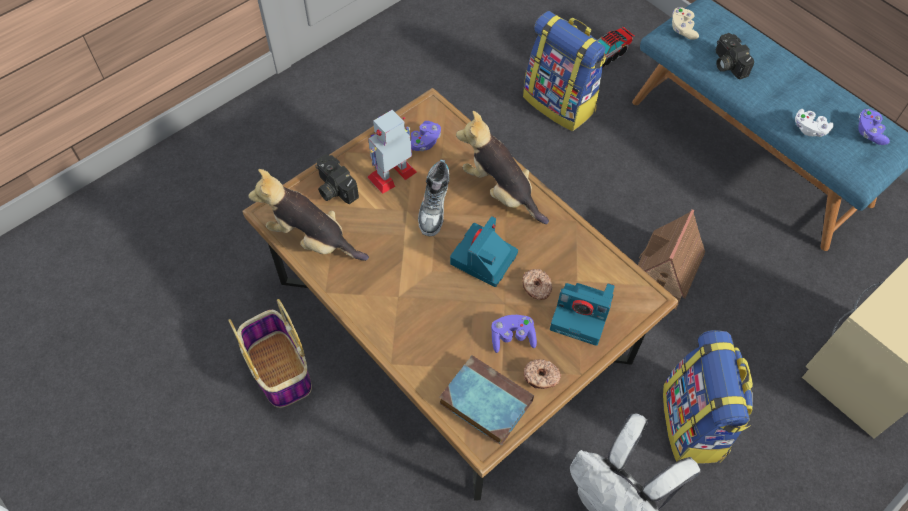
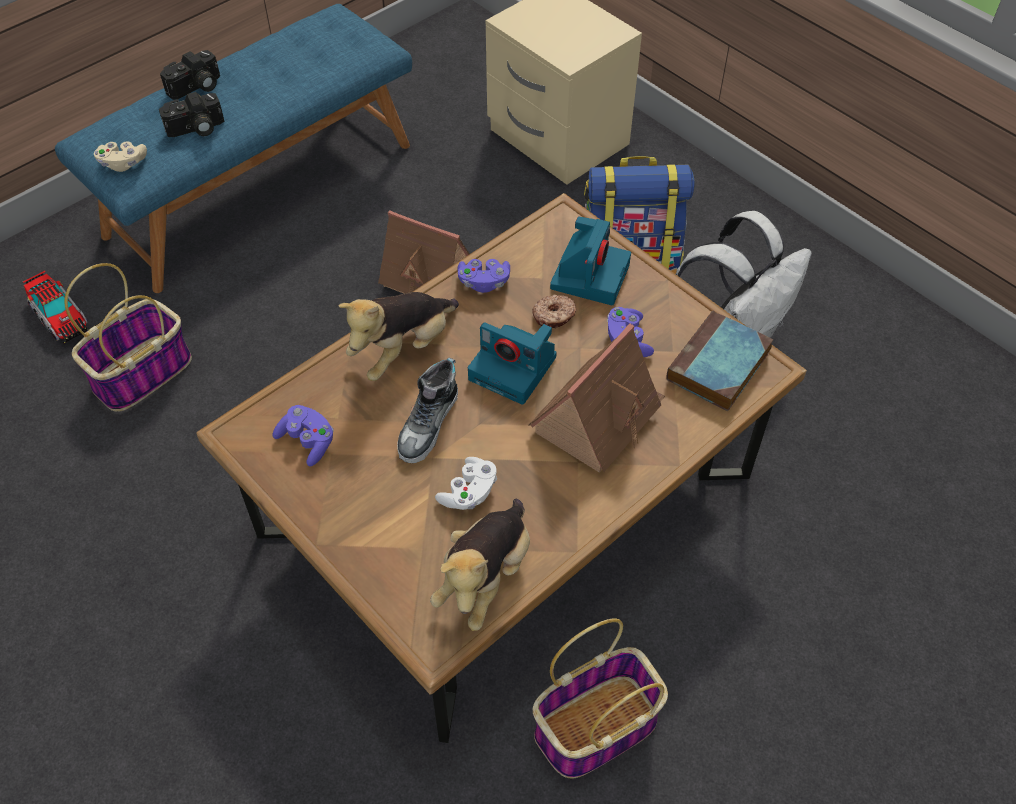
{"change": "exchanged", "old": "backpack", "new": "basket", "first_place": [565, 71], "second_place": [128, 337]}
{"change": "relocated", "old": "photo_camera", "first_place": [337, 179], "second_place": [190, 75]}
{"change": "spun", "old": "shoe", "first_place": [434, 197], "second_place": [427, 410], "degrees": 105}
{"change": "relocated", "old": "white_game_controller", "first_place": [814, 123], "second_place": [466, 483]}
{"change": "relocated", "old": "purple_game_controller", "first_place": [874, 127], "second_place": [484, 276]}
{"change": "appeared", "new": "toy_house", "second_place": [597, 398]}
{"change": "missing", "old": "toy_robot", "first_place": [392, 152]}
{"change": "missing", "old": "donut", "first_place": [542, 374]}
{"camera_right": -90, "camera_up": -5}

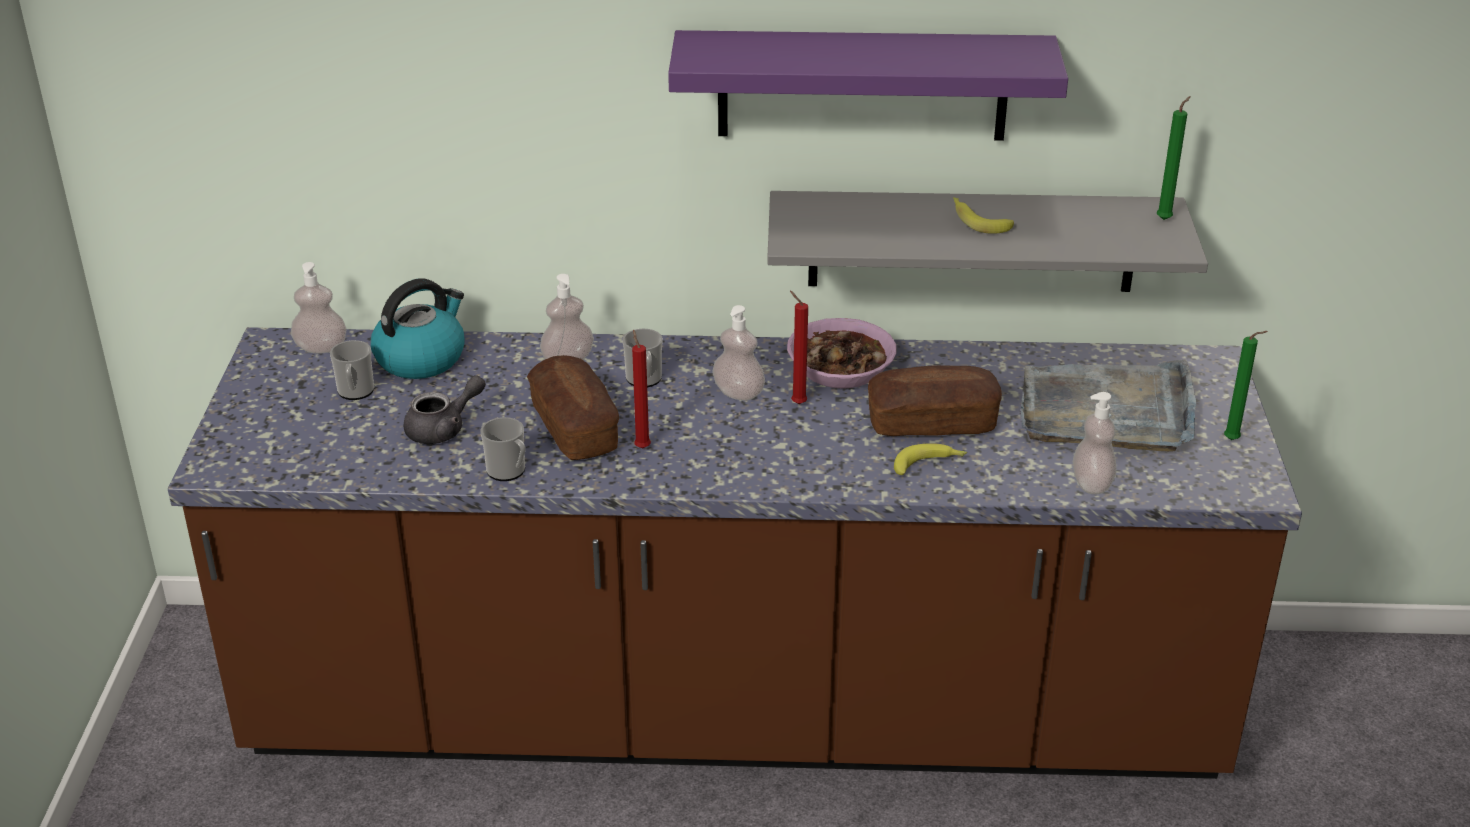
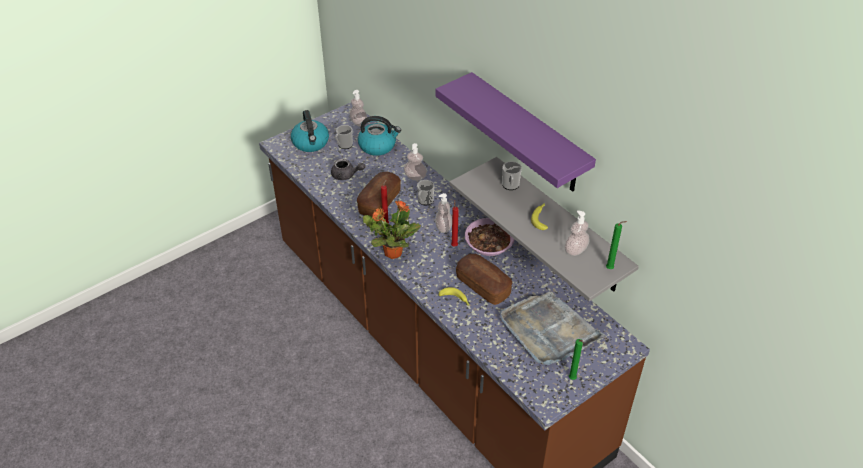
{"change": "appeared", "new": "kettle", "second_place": [310, 131]}
{"change": "appeared", "new": "potted_plant", "second_place": [392, 229]}
{"change": "relocated", "old": "mug", "first_place": [503, 449], "second_place": [512, 175]}
{"change": "relocated", "old": "soap_dispenser", "first_place": [1094, 443], "second_place": [576, 233]}
{"camera_right": 50, "camera_up": 10}

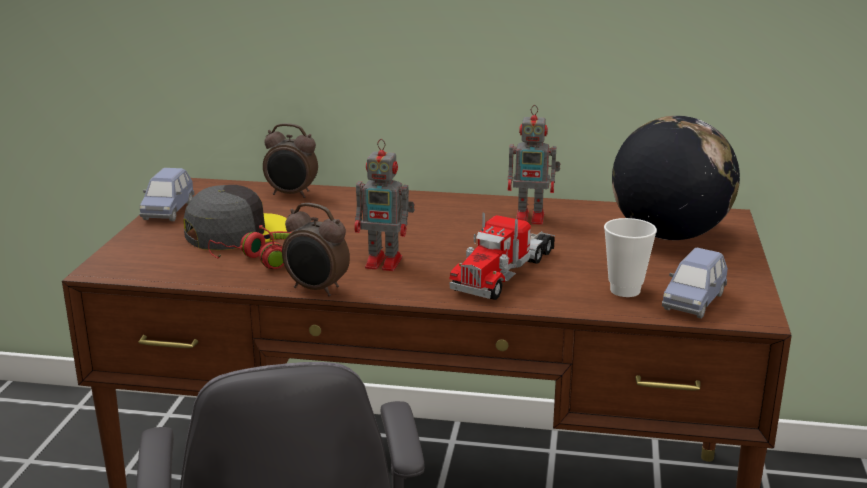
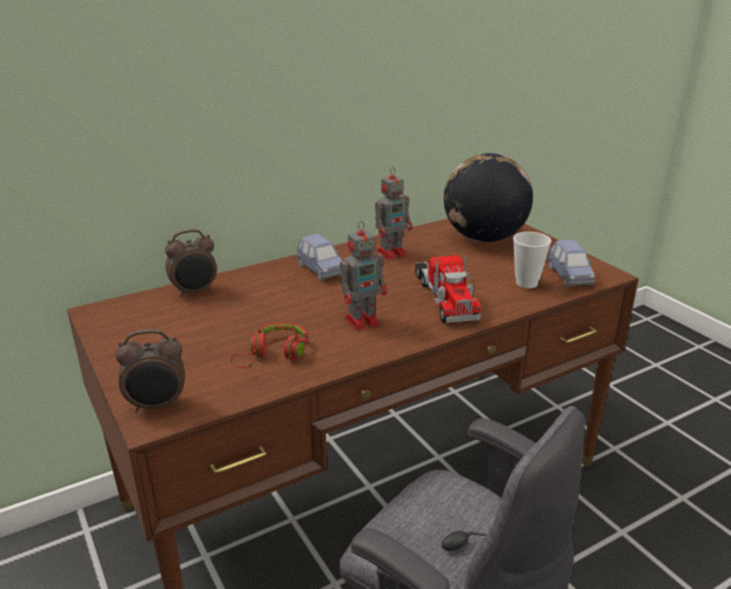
{"change": "relocated", "old": "alarm_clock", "first_place": [316, 249], "second_place": [150, 371]}
{"change": "relocated", "old": "blue_toy_car", "first_place": [167, 194], "second_place": [319, 257]}
{"change": "missing", "old": "grey_cap", "first_place": [235, 217]}
{"camera_right": -40, "camera_up": 5}

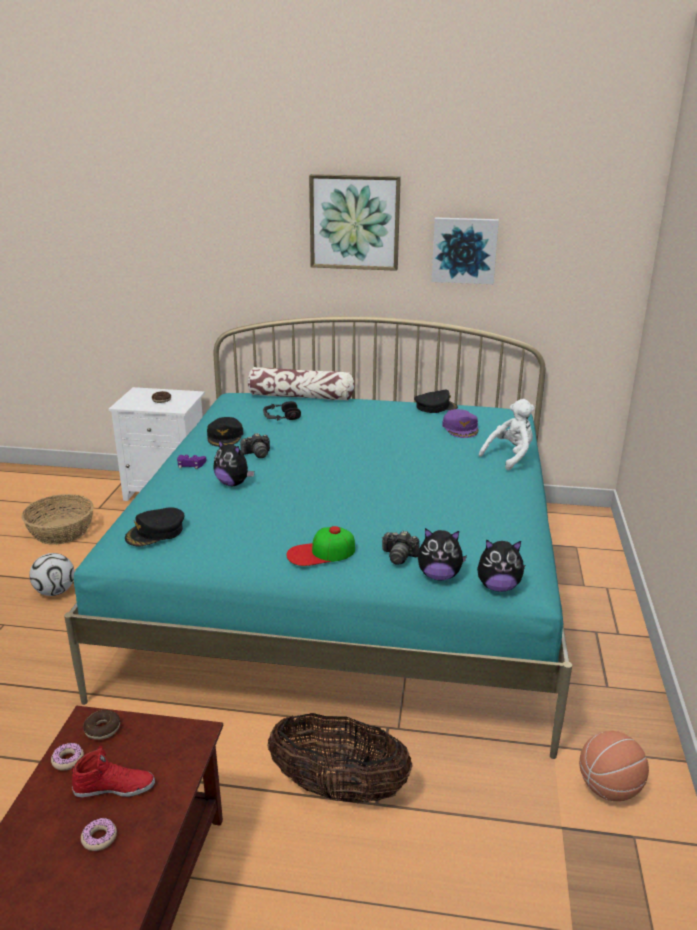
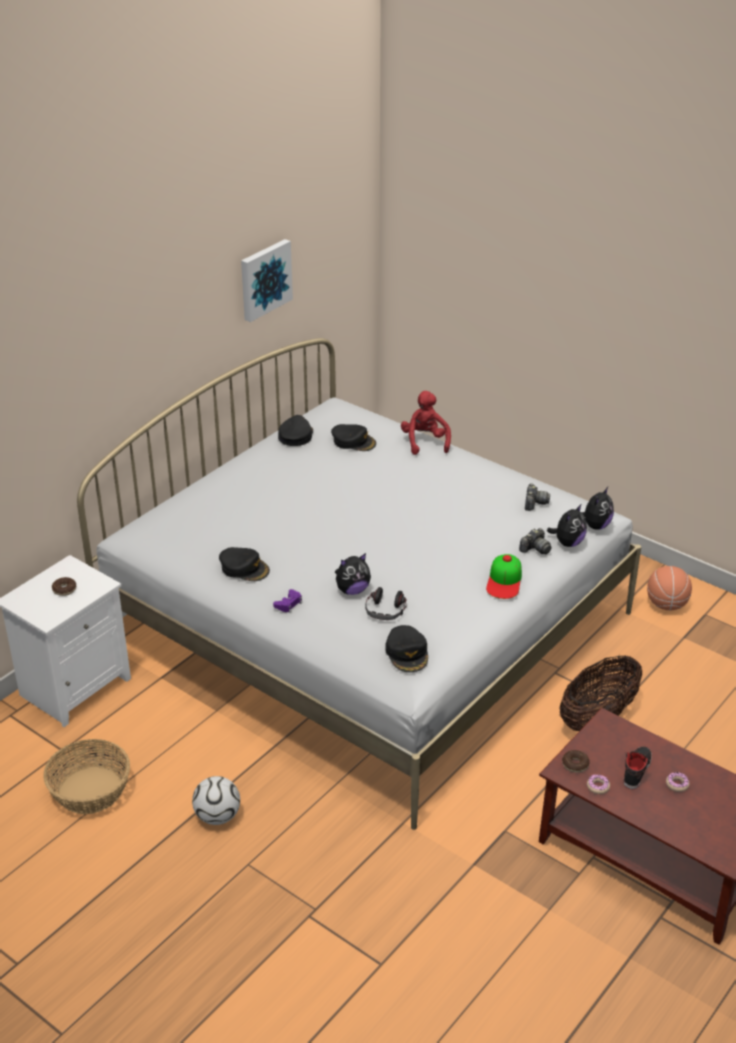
{"change": "colour", "old": "turquoise_bed", "new": "white_bed", "first_place": [318, 537], "second_place": [359, 584]}
{"change": "colour", "old": "purple_cap", "new": "black_cap", "first_place": [460, 423], "second_place": [353, 437]}
{"change": "relocated", "old": "headphones", "first_place": [282, 411], "second_place": [386, 603]}
{"change": "colour", "old": "white_plush_toy", "new": "red_plush_toy", "first_place": [506, 434], "second_place": [426, 423]}
{"change": "relocated", "old": "photo_camera", "first_place": [255, 445], "second_place": [537, 497]}
{"change": "colour", "old": "red_shoe", "new": "black_shoe", "first_place": [113, 772], "second_place": [638, 768]}
{"change": "missing", "old": "pillow", "first_place": [301, 384]}
{"change": "missing", "old": "picture", "first_place": [355, 222]}
{"camera_right": -60, "camera_up": 10}

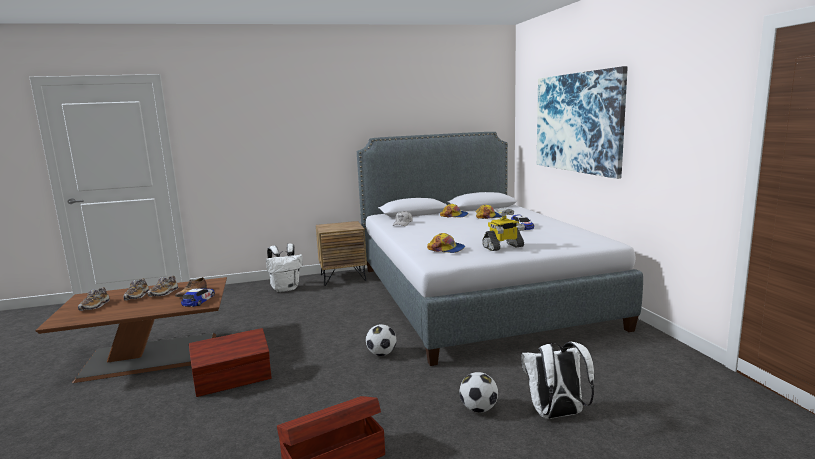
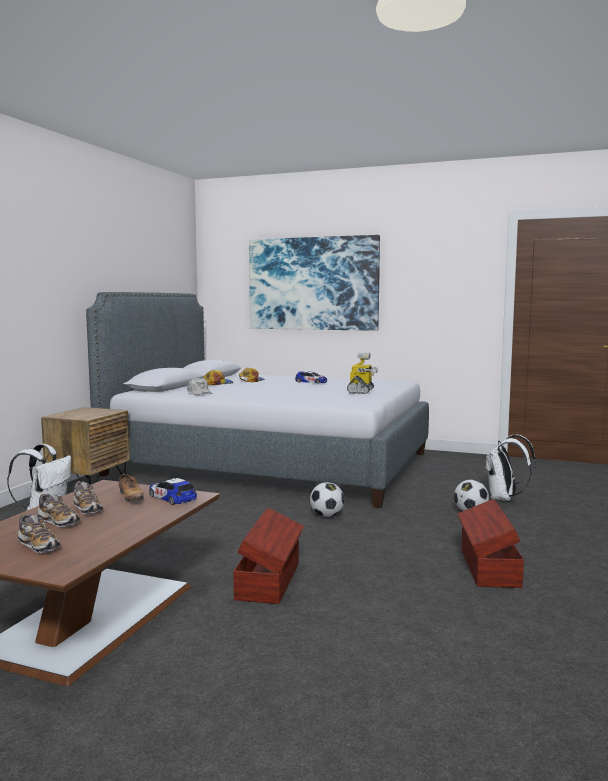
{"change": "missing", "old": "cap", "first_place": [446, 243]}
{"camera_right": -55, "camera_up": -5}

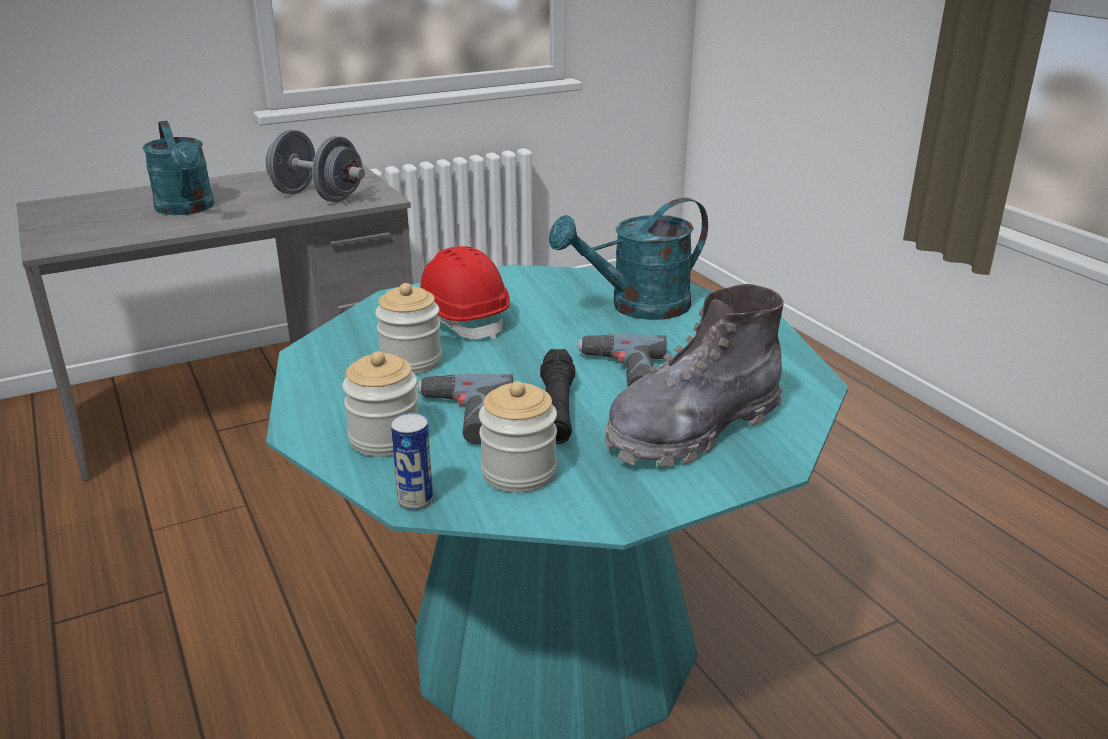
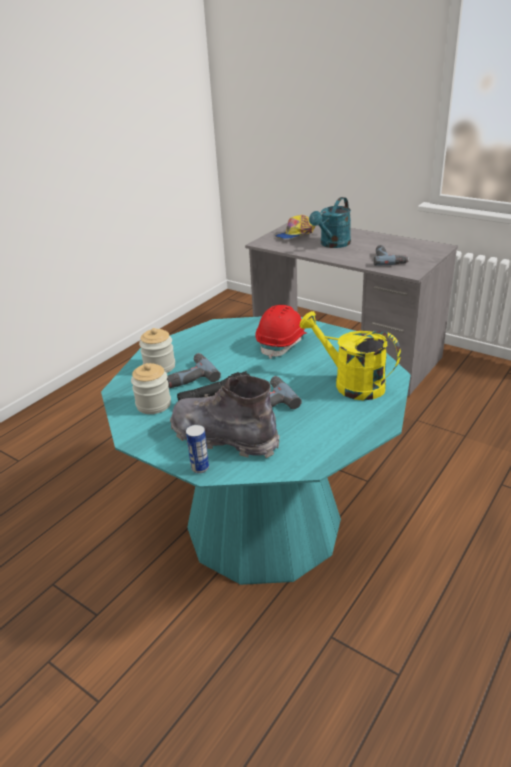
{"change": "relocated", "old": "can", "first_place": [412, 461], "second_place": [197, 449]}
{"change": "appeared", "new": "cap", "second_place": [295, 227]}
{"change": "colour", "old": "turquoise_watering_can", "new": "yellow_watering_can", "first_place": [628, 258], "second_place": [350, 355]}
{"change": "exchanged", "old": "grey_dumbbell", "new": "power_drill", "first_place": [315, 166], "second_place": [392, 255]}
{"change": "missing", "old": "jar", "first_place": [408, 328]}
{"camera_right": 65, "camera_up": 5}

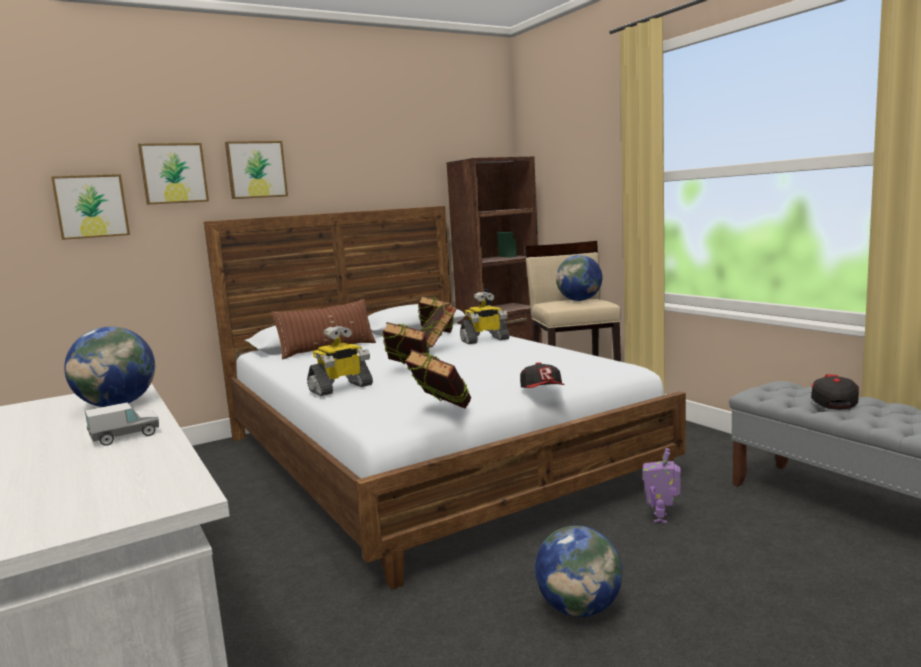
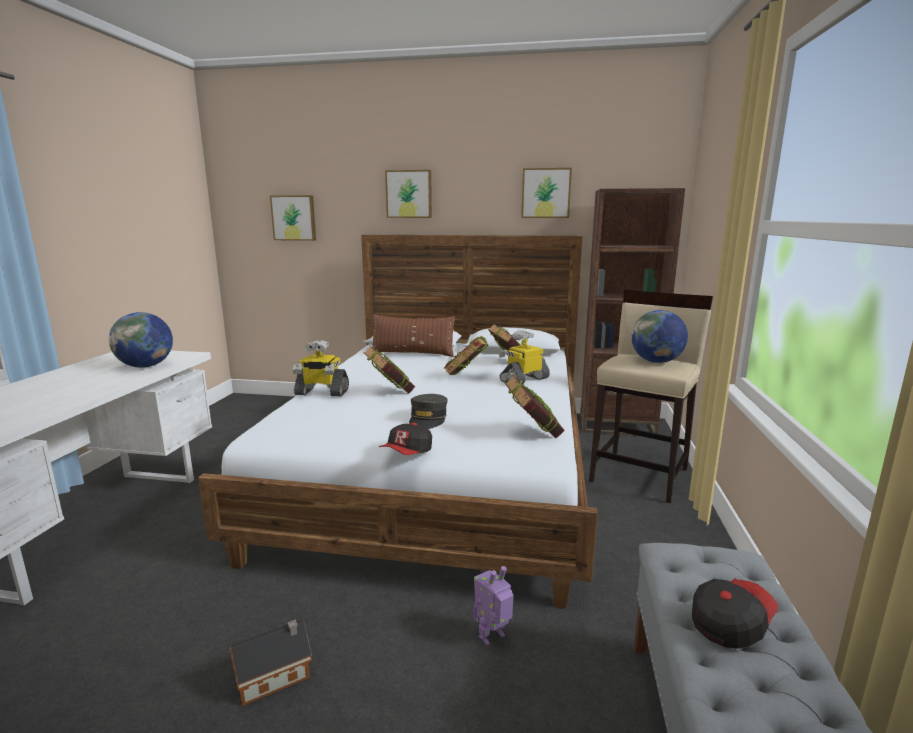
{"change": "exchanged", "old": "globe", "new": "toy_house", "first_place": [578, 571], "second_place": [271, 662]}
{"change": "appeared", "new": "grey_cap", "second_place": [428, 411]}
{"change": "spun", "old": "toy_robot", "first_place": [484, 318], "second_place": [524, 357], "degrees": 120}
{"change": "relocated", "old": "book", "first_place": [437, 379], "second_place": [535, 406]}
{"change": "relocated", "old": "picture", "first_place": [173, 174], "second_place": [546, 193]}
{"change": "missing", "old": "toy_truck", "first_place": [122, 424]}
{"camera_right": 40, "camera_up": 5}

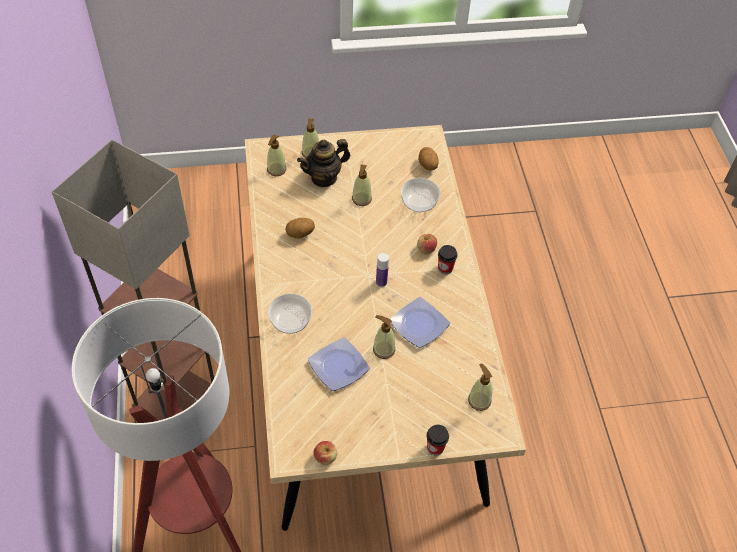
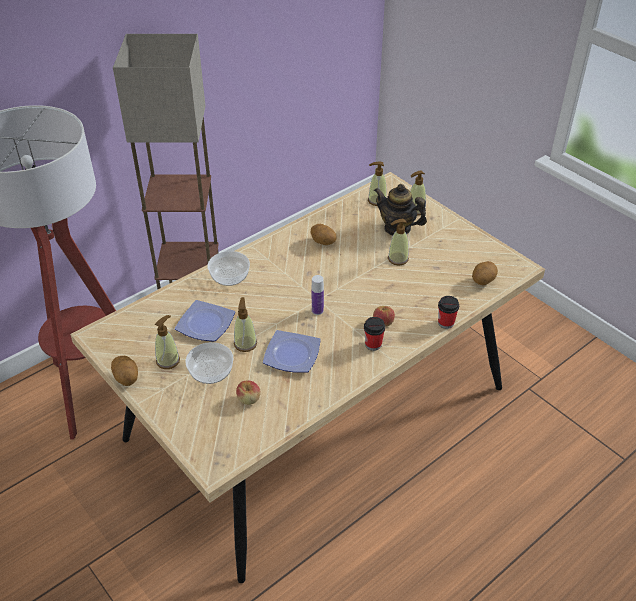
{"change": "appeared", "new": "potato", "second_place": [124, 371]}
{"change": "relocated", "old": "soap_dispenser", "first_place": [480, 387], "second_place": [167, 342]}
{"change": "relocated", "old": "bowl", "first_place": [420, 195], "second_place": [210, 363]}
{"change": "relocated", "old": "apple", "first_place": [325, 453], "second_place": [248, 393]}
{"change": "relocated", "old": "cup", "first_place": [438, 440], "second_place": [448, 312]}
{"camera_right": 60, "camera_up": -10}

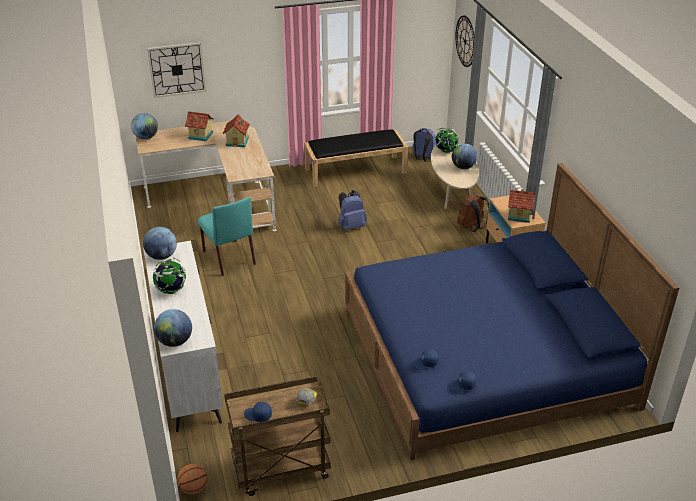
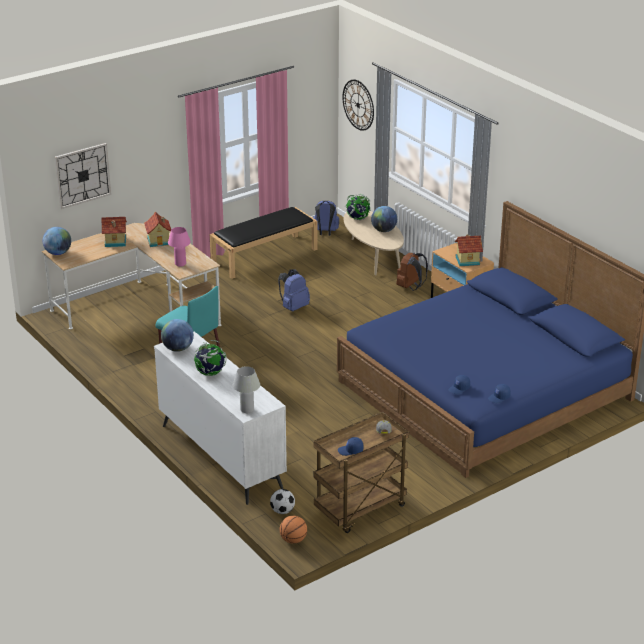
{"change": "appeared", "new": "pink_table_lamp", "second_place": [179, 247]}
{"change": "exchanged", "old": "globe", "new": "white_table_lamp", "first_place": [173, 328], "second_place": [246, 389]}
{"change": "appeared", "new": "football", "second_place": [282, 501]}
{"camera_right": -20, "camera_up": -5}

